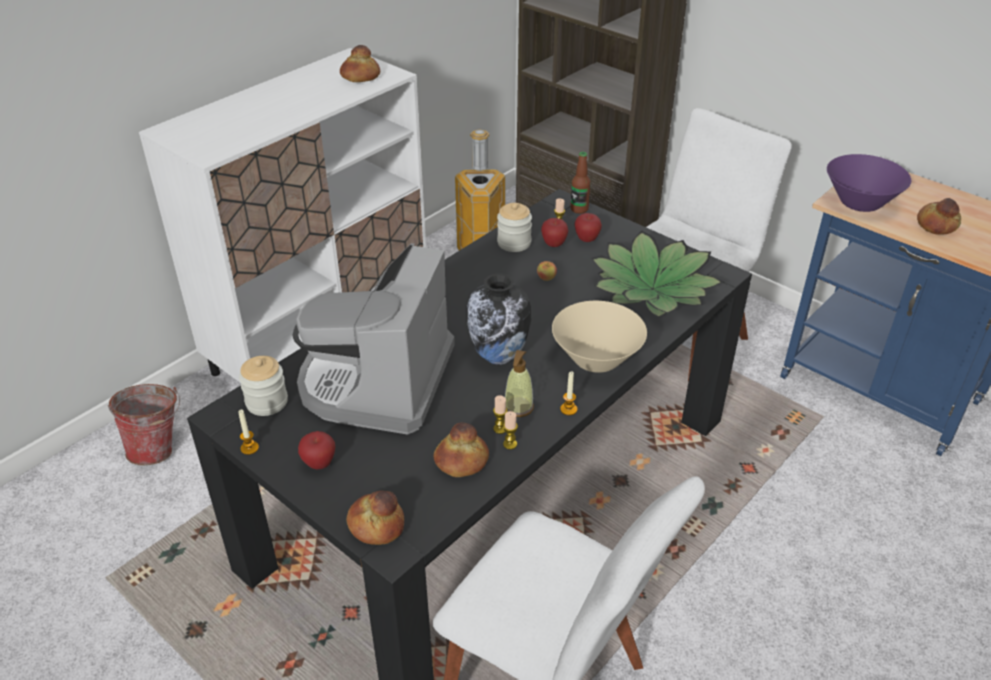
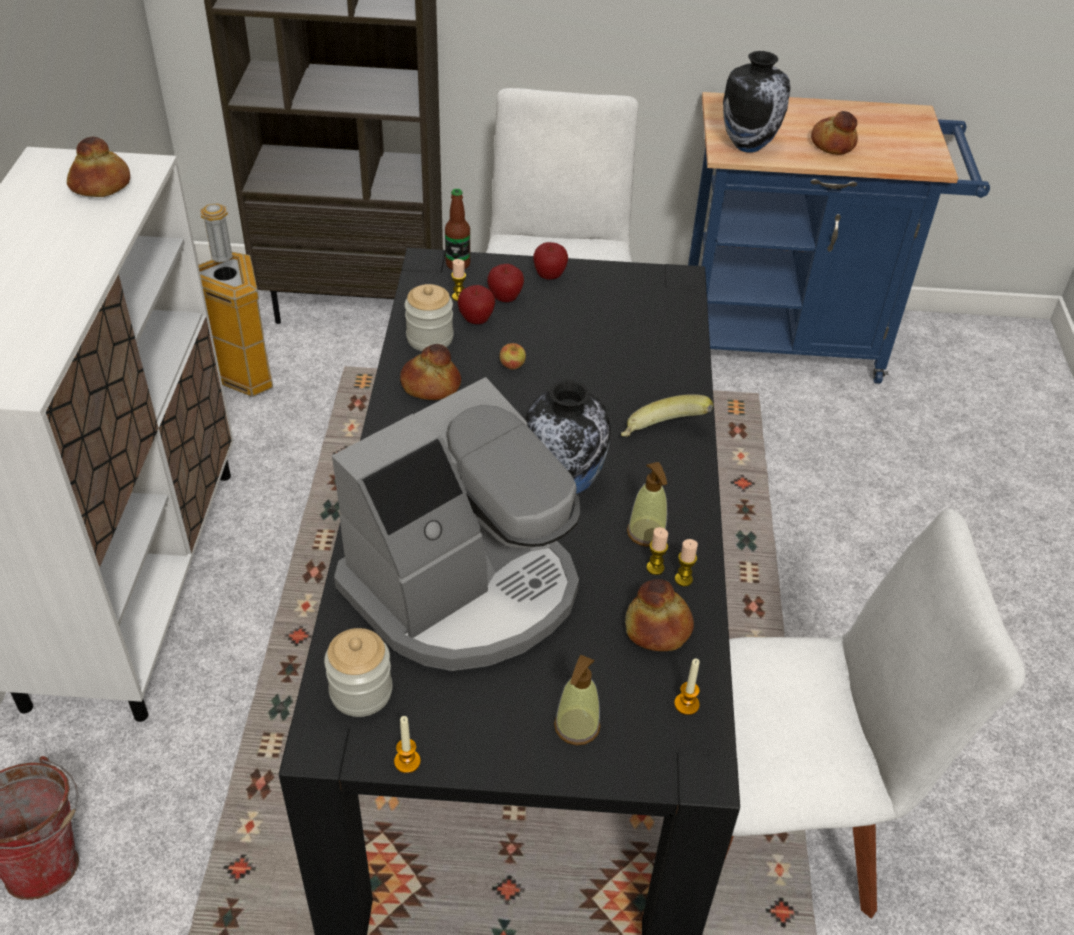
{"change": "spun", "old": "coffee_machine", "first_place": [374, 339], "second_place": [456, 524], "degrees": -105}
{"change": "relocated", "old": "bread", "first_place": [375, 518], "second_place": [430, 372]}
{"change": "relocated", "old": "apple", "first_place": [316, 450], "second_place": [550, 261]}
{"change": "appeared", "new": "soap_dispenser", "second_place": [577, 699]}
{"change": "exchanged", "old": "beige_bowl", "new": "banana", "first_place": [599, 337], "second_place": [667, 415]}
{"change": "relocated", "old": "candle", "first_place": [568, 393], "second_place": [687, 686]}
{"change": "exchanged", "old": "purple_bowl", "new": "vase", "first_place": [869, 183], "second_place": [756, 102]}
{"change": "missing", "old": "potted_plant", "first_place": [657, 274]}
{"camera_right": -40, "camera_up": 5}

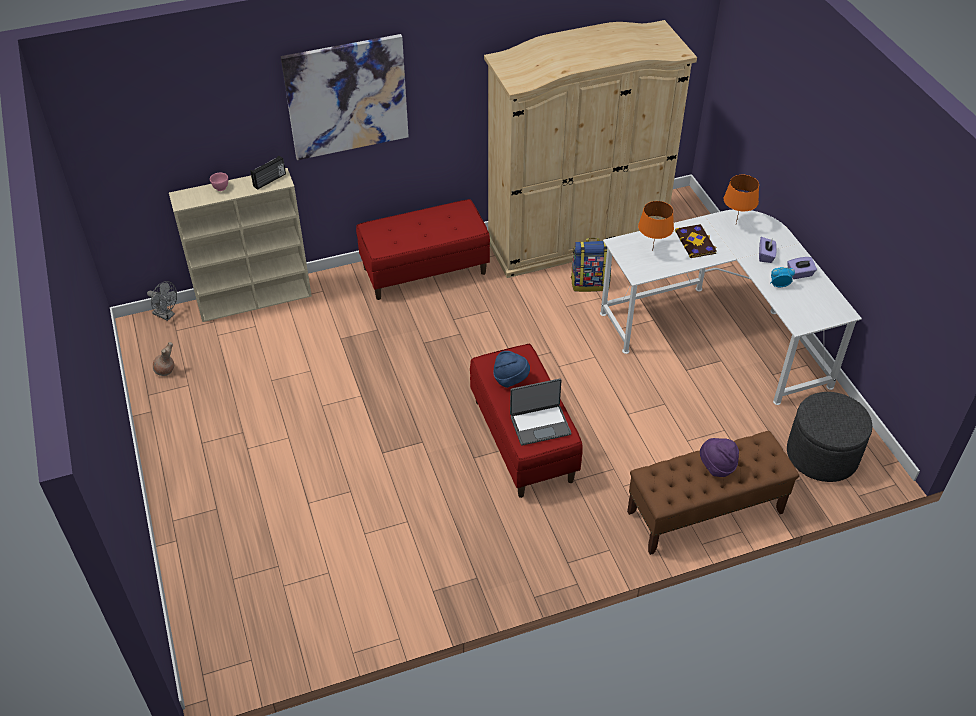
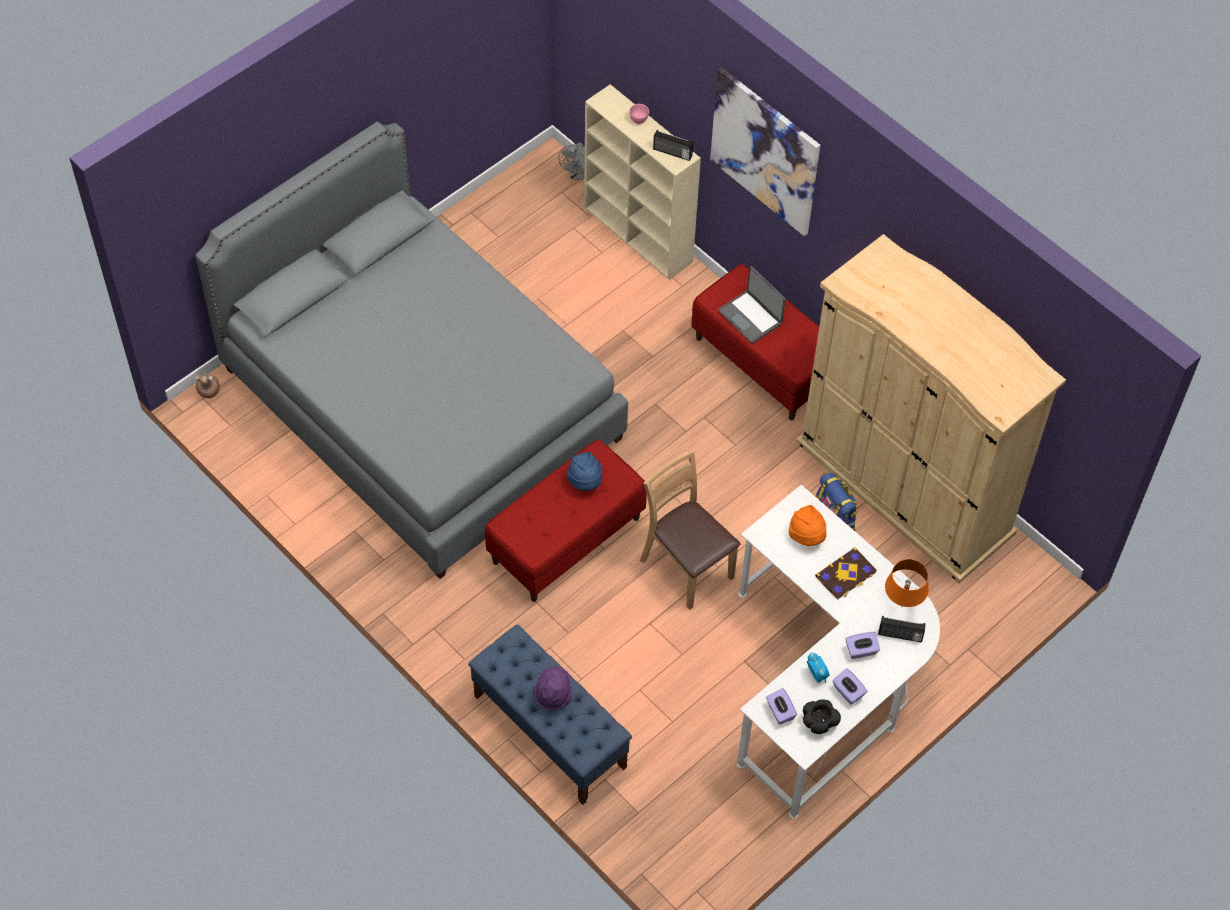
{"change": "appeared", "new": "grey_bed", "second_place": [411, 350]}
{"change": "relocated", "old": "brown_vase", "first_place": [163, 359], "second_place": [207, 386]}
{"change": "colour", "old": "brown_bench", "new": "blue_bench", "first_place": [713, 493], "second_place": [550, 714]}
{"change": "appeared", "new": "brown_chair", "second_place": [690, 530]}
{"change": "relocated", "old": "laptop", "first_place": [540, 412], "second_place": [752, 305]}
{"change": "appeared", "new": "purple_tissue_box", "second_place": [781, 706]}
{"change": "exchanged", "old": "orange_table_lamp", "new": "orange_hat", "first_place": [656, 226], "second_place": [808, 525]}
{"change": "appeared", "new": "black_bowl", "second_place": [822, 716]}
{"change": "appeared", "new": "radio", "second_place": [902, 629]}
{"change": "missing", "old": "grey_ottoman", "first_place": [829, 437]}
{"camera_right": 65, "camera_up": 10}

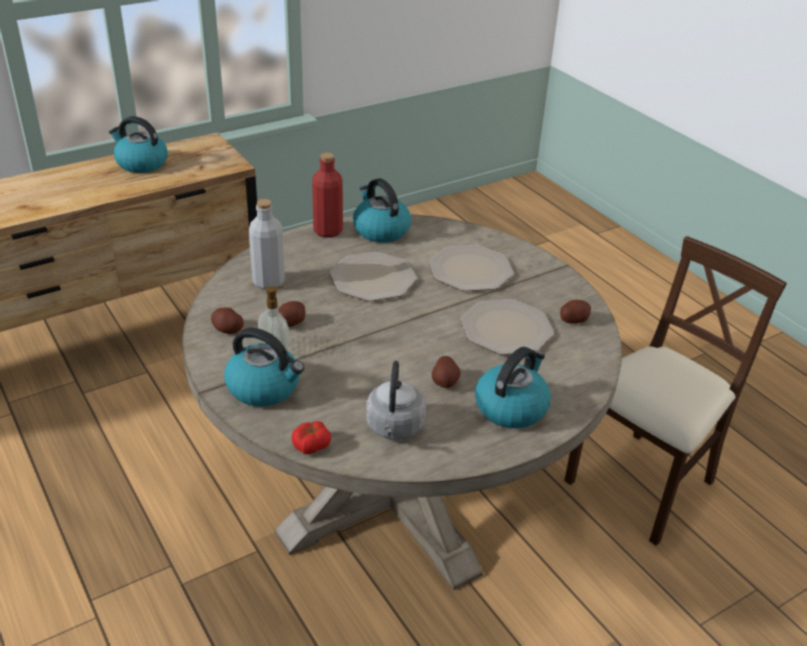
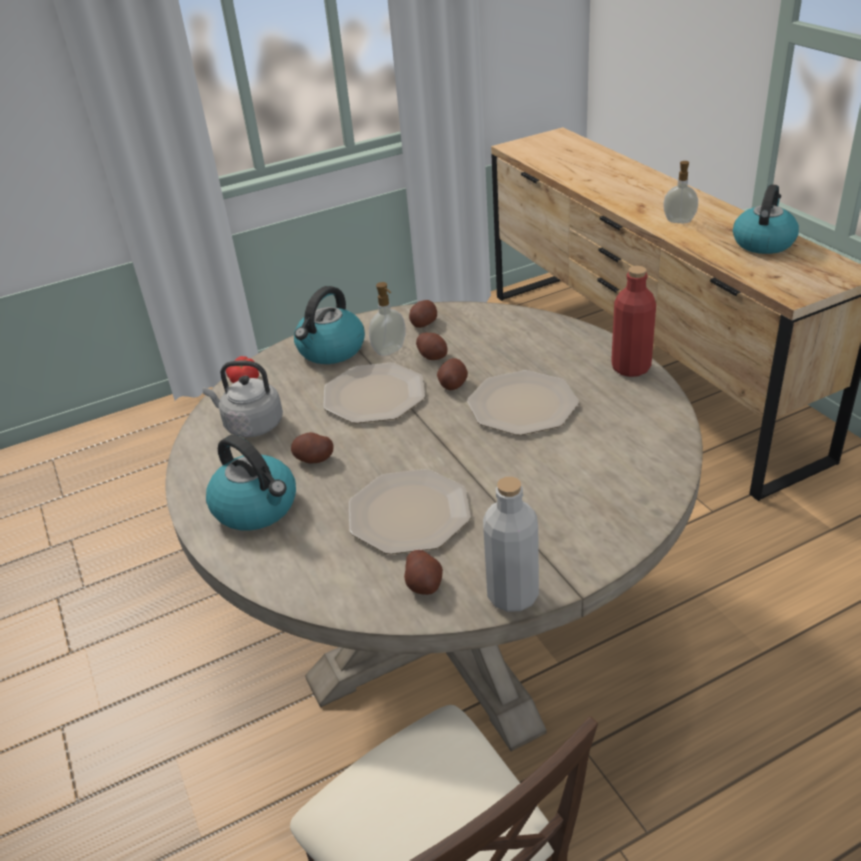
{"change": "relocated", "old": "plate", "first_place": [471, 268], "second_place": [374, 393]}
{"change": "appeared", "new": "potato", "second_place": [452, 374]}
{"change": "relocated", "old": "grey_bottle", "first_place": [267, 244], "second_place": [511, 544]}
{"change": "appeared", "new": "soap_dispenser", "second_place": [680, 192]}
{"change": "missing", "old": "kettle", "first_place": [382, 211]}
{"camera_right": 100, "camera_up": 0}

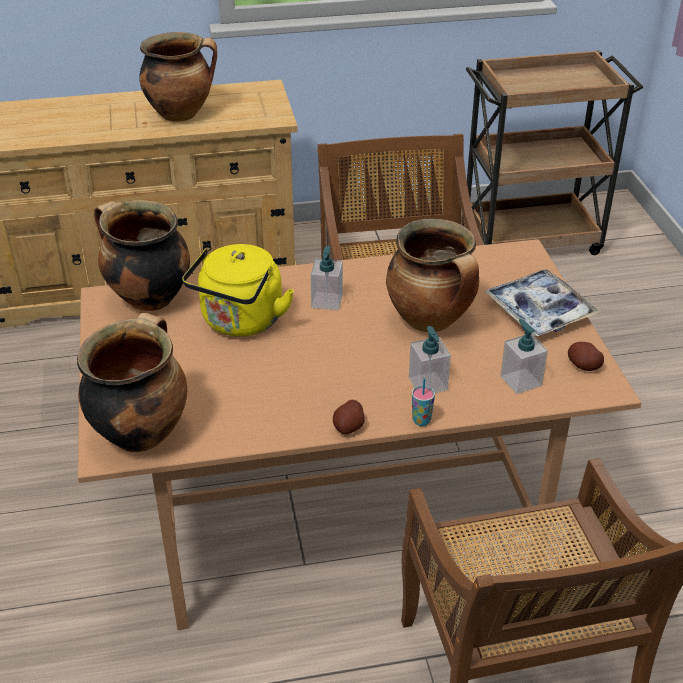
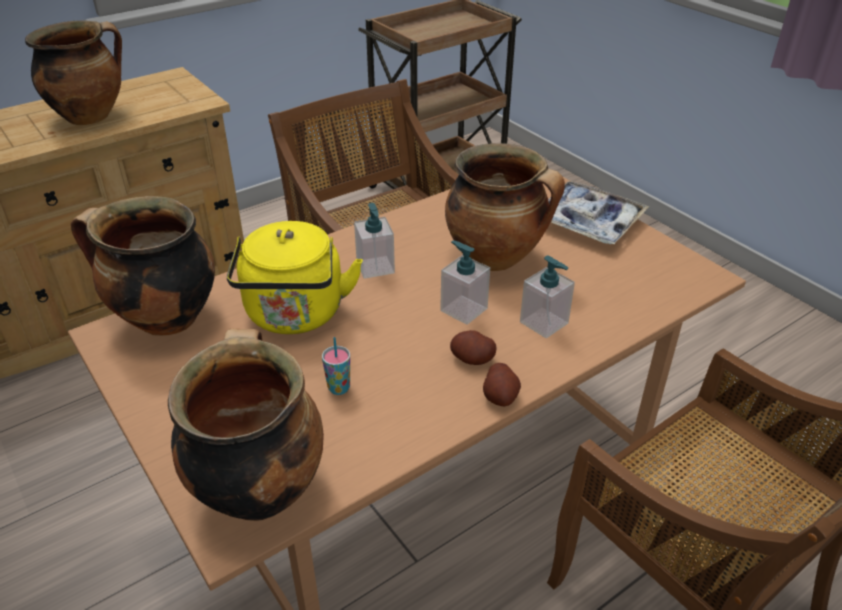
{"change": "relocated", "old": "cup", "first_place": [423, 402], "second_place": [336, 366]}
{"change": "relocated", "old": "soap_dispenser", "first_place": [524, 356], "second_place": [465, 282]}
{"change": "relocated", "old": "potato", "first_place": [586, 356], "second_place": [473, 347]}
{"camera_right": -25, "camera_up": 0}

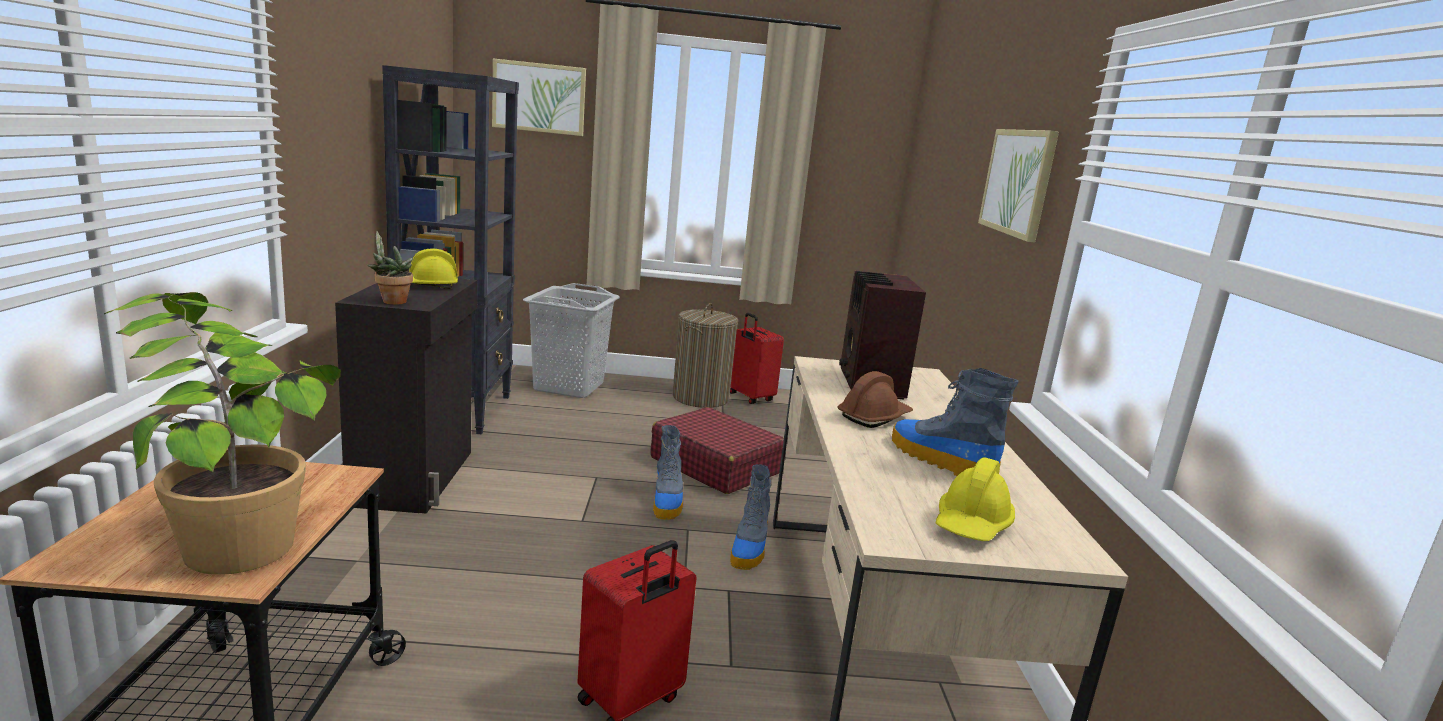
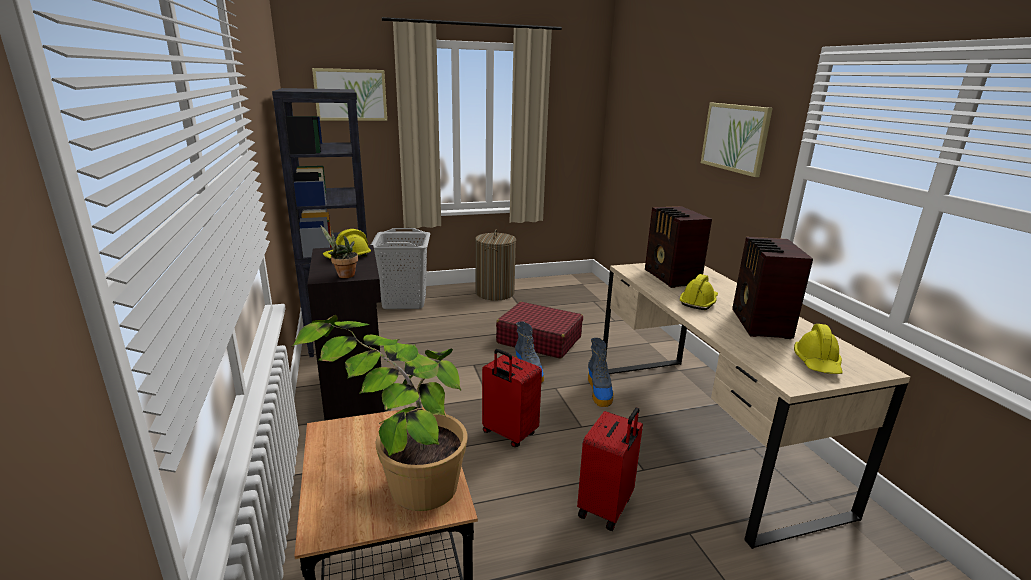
{"change": "relocated", "old": "red_suitcase", "first_place": [757, 358], "second_place": [512, 398]}
{"change": "colour", "old": "brown_hard_hat", "new": "yellow_hard_hat", "first_place": [875, 399], "second_place": [699, 292]}
{"change": "exchanged", "old": "boot", "new": "radio", "first_place": [955, 422], "second_place": [772, 288]}
{"camera_right": -15, "camera_up": 5}

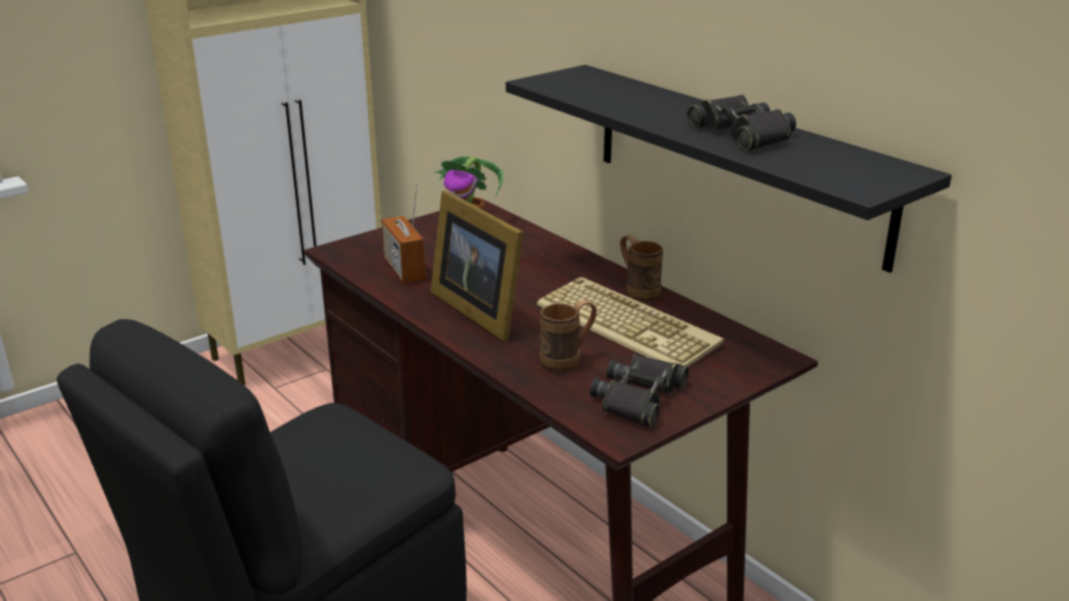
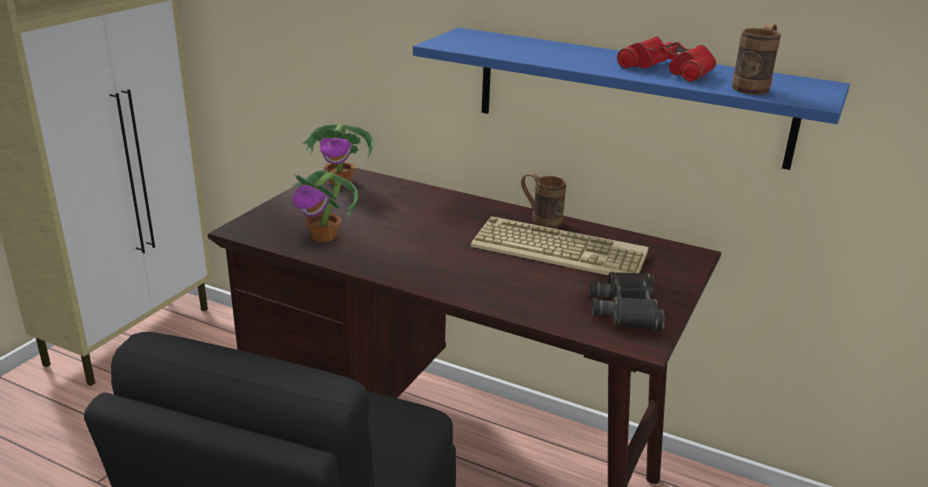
{"change": "exchanged", "old": "radio", "new": "potted_plant", "first_place": [404, 233], "second_place": [325, 206]}
{"change": "colour", "old": "black_shelf", "new": "blue_shelf", "first_place": [729, 169], "second_place": [631, 98]}
{"change": "colour", "old": "black_binoculars", "new": "red_binoculars", "first_place": [741, 123], "second_place": [666, 59]}
{"change": "relocated", "old": "brown_mug", "first_place": [568, 336], "second_place": [756, 59]}
{"change": "missing", "old": "picture_frame", "first_place": [477, 266]}
{"camera_right": -25, "camera_up": 0}

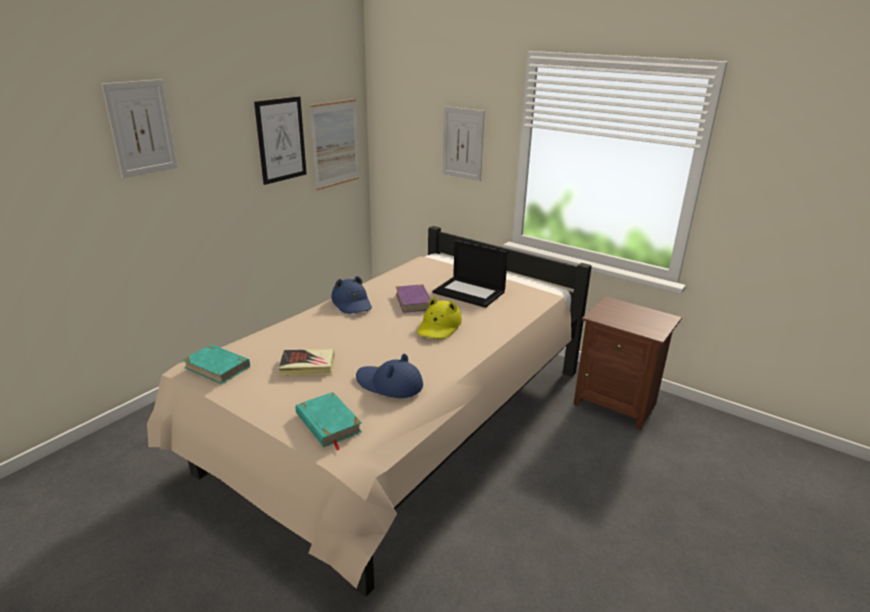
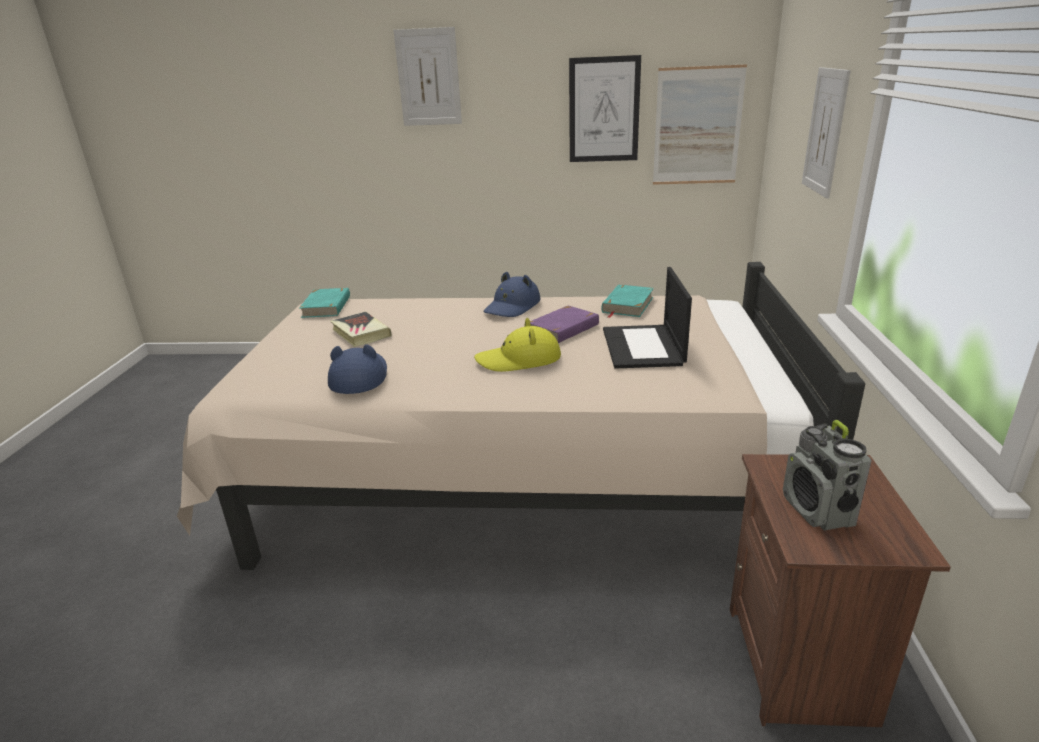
{"change": "relocated", "old": "turquoise_book", "first_place": [329, 421], "second_place": [628, 301]}
{"change": "appeared", "new": "radio", "second_place": [827, 475]}
{"camera_right": 60, "camera_up": 0}

